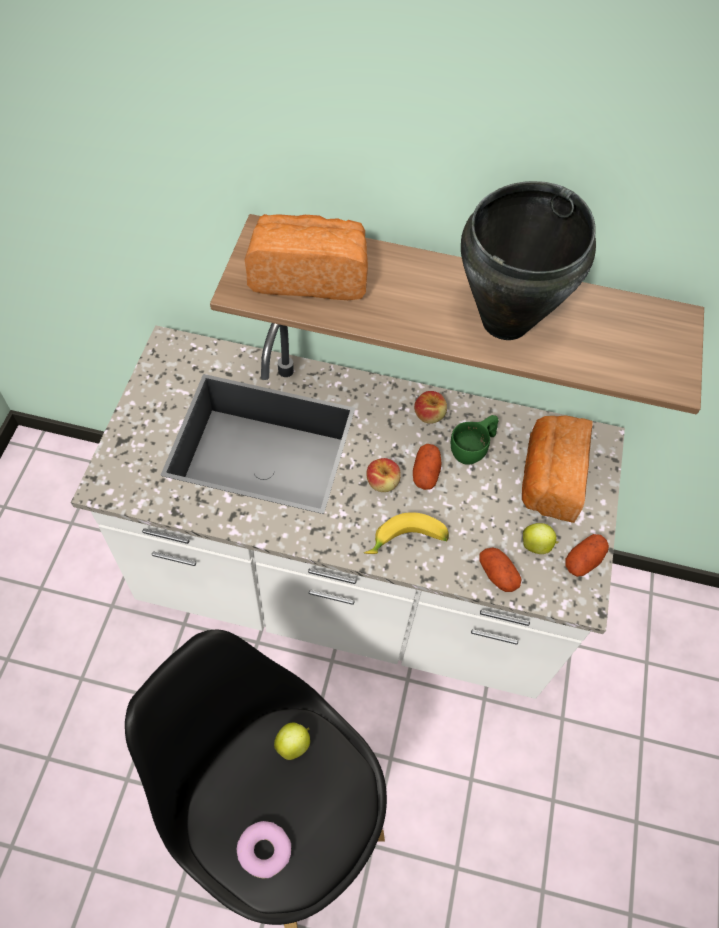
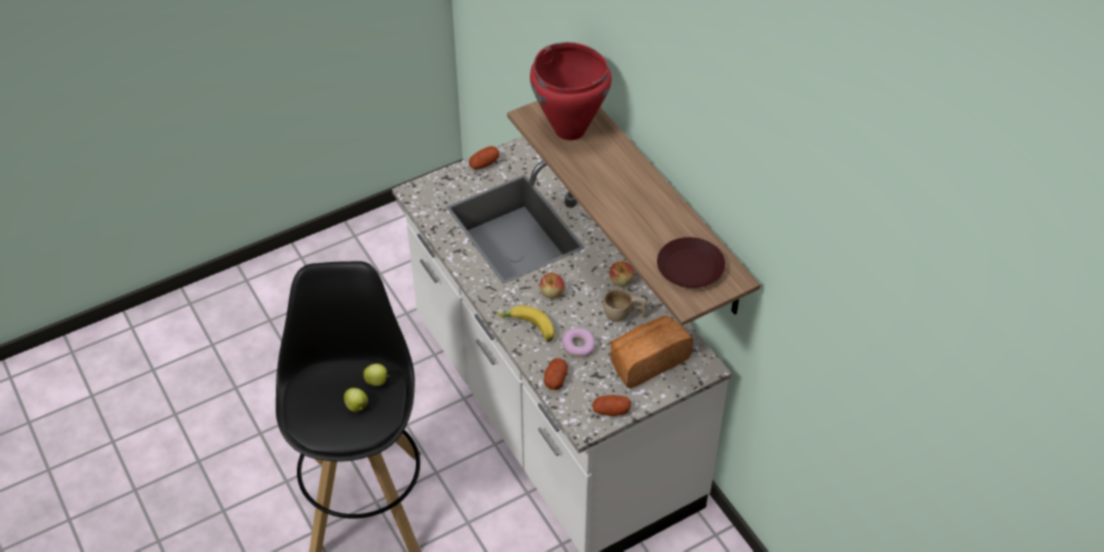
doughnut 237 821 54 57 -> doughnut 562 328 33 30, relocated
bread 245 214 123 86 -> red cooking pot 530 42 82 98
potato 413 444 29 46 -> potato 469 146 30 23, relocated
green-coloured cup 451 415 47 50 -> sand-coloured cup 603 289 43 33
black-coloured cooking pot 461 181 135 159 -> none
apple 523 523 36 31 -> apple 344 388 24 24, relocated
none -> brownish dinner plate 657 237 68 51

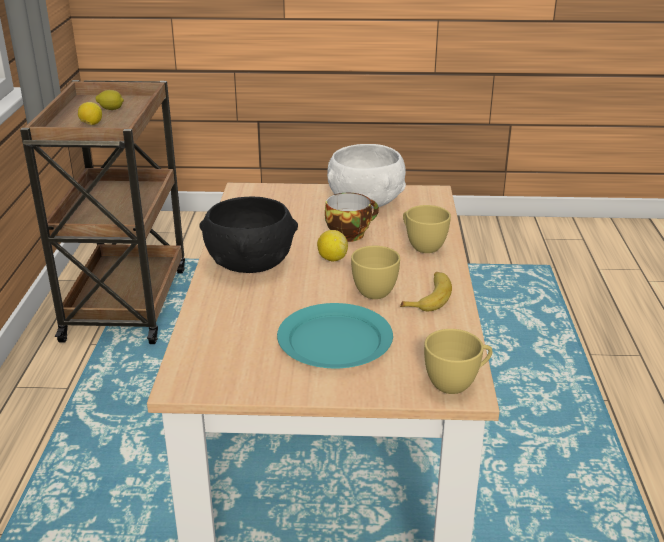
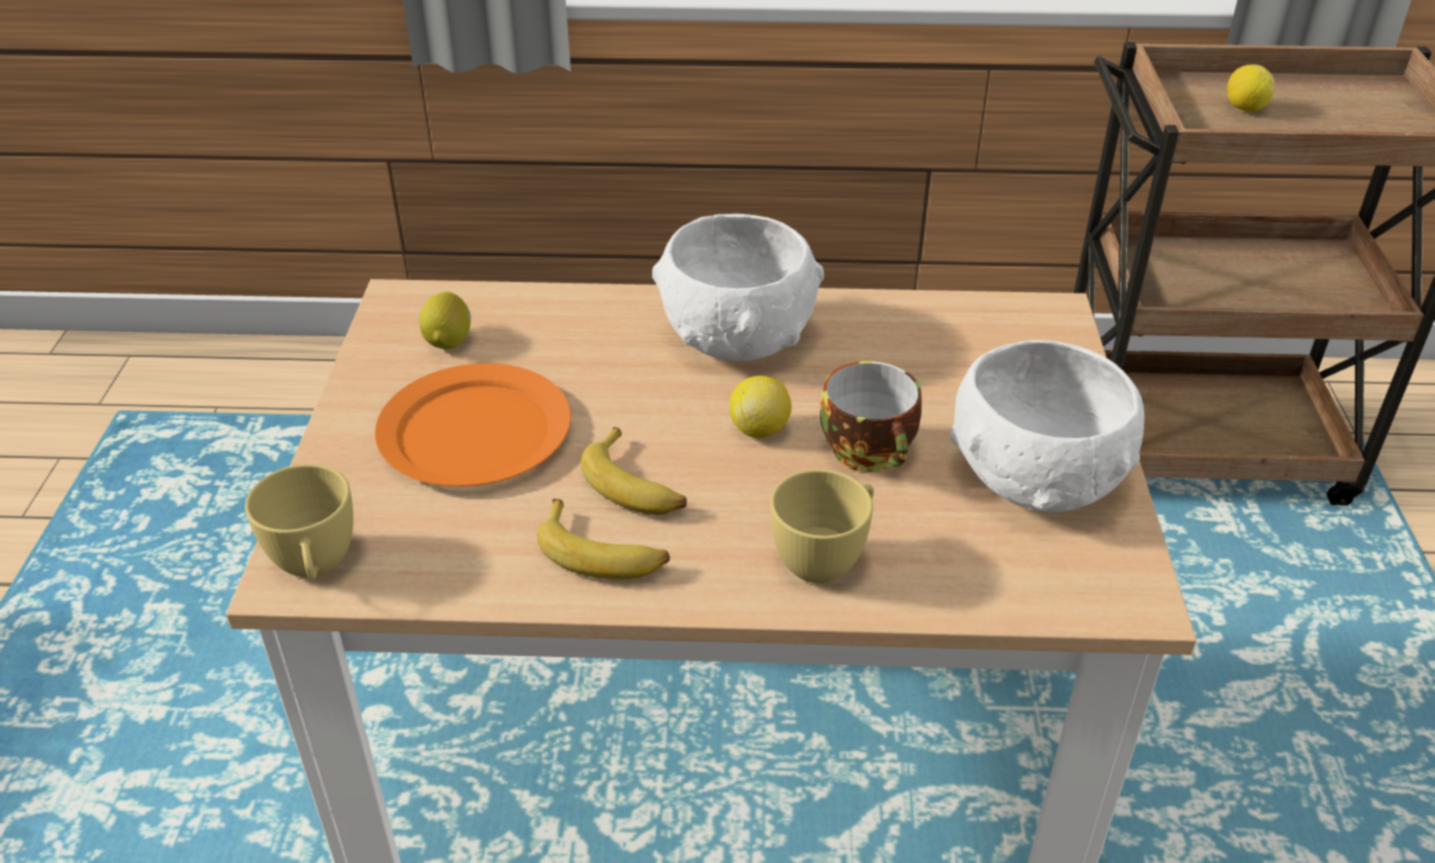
citrus fruit 96 90 28 20 -> citrus fruit 419 292 52 57, relocated
black-coloured serving bowl 200 197 98 76 -> white serving bowl 652 214 172 147
blue-green dinner plate 277 303 116 65 -> orange-coloured dinner plate 375 363 196 124
yellowish cup 351 246 49 53 -> banana fruit 581 427 106 88

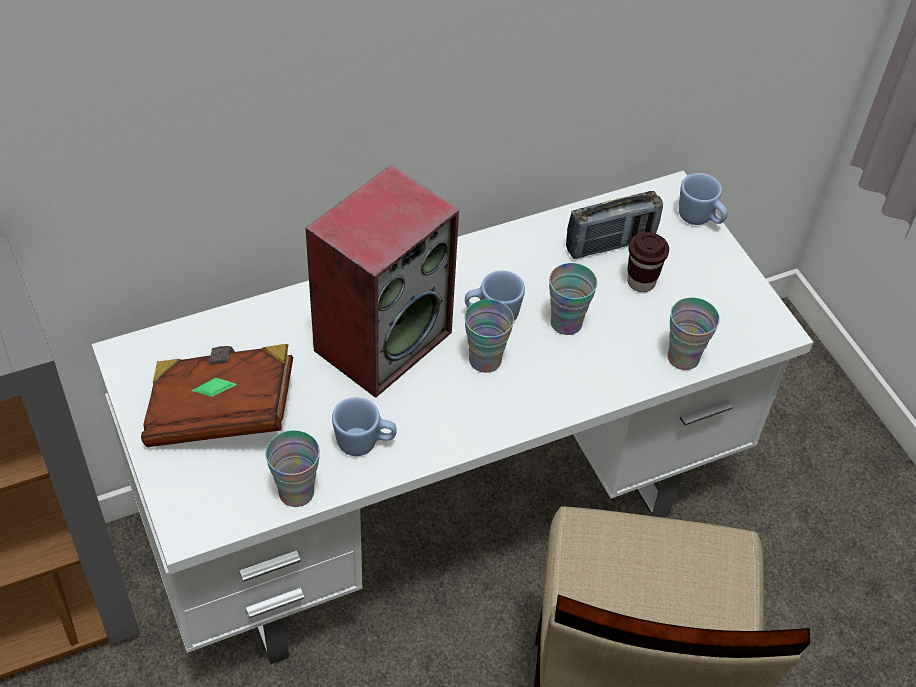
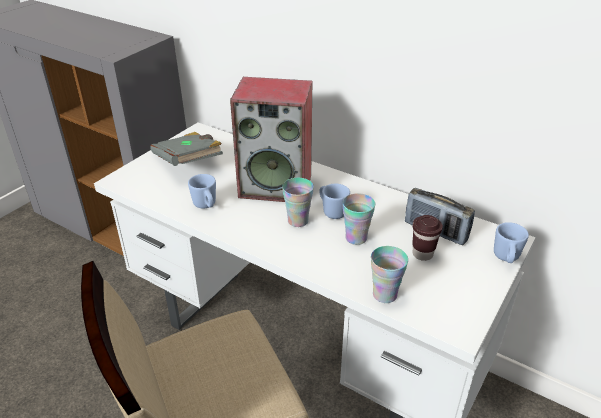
brownish bound book 141 344 152 103 -> gray bound book 150 132 73 34
cup 266 430 54 77 -> none

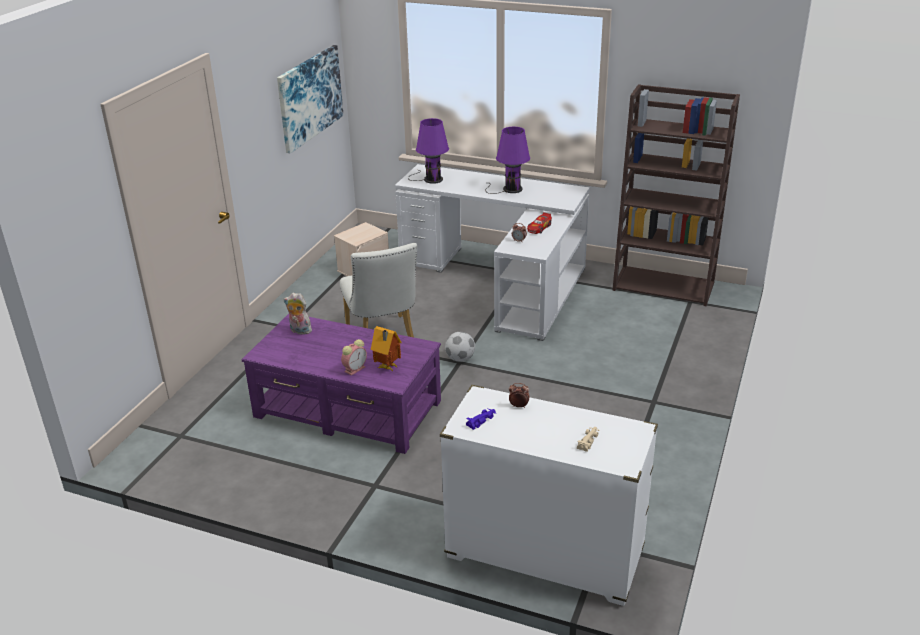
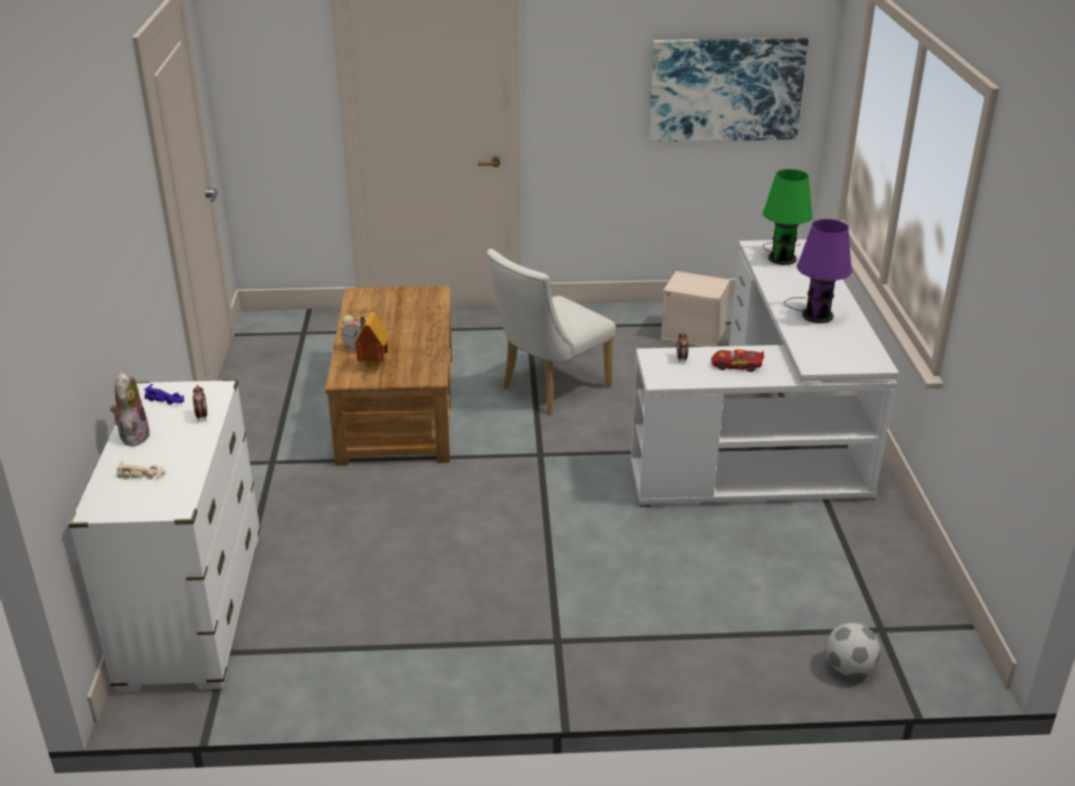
purplish lounge table 242 314 199 140 -> brownish lounge table 325 286 127 180
cuddly toy 284 293 28 42 -> cuddly toy 110 372 40 74, relocated
purplish table lamp 408 118 41 66 -> green-coloured table lamp 763 169 50 96
ball for football 445 332 30 30 -> ball for football 826 623 54 54, relocated
brownish shelving unit 612 84 128 222 -> none

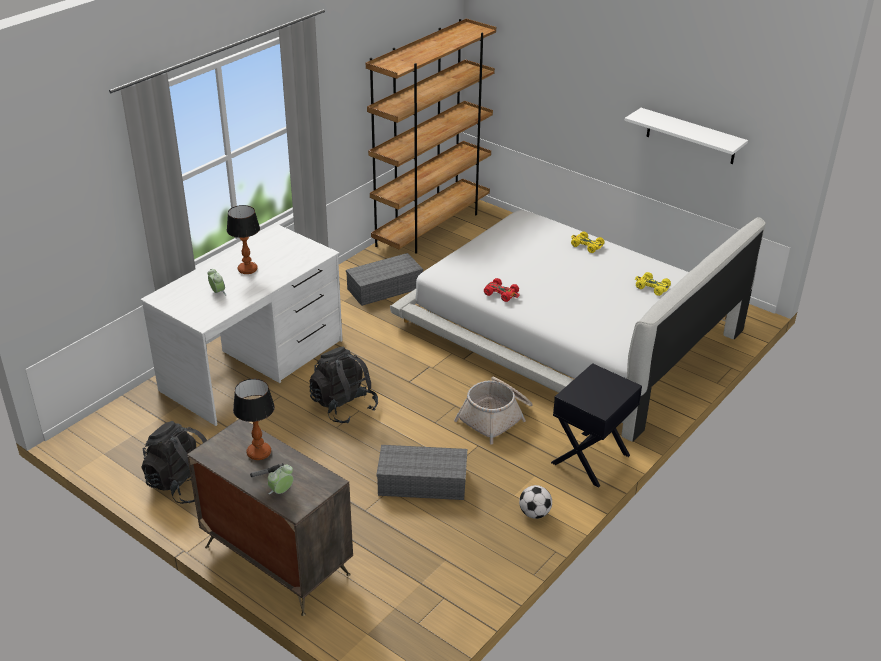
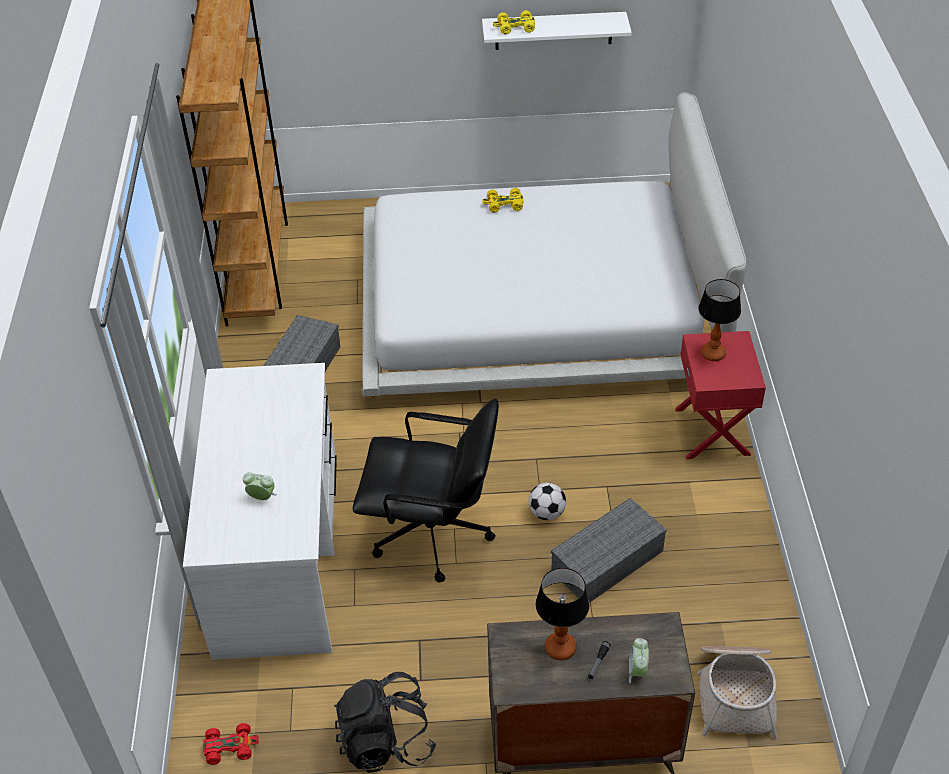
table lamp 227 205 33 69 -> table lamp 698 279 43 82, relocated
black-coloured rucksack 309 346 69 78 -> black-coloured office chair 353 399 146 183
storage basket 454 377 79 67 -> storage basket 697 646 81 93, relocated
red miniature car 484 278 36 24 -> red miniature car 203 723 56 42, relocated
ball for football 519 485 33 34 -> ball for football 529 483 37 37, relocated
black-coloured nightstand 551 363 91 125 -> red nightstand 675 331 91 128
yellowish miniature car 635 272 36 24 -> yellowish miniature car 493 10 42 25, relocated

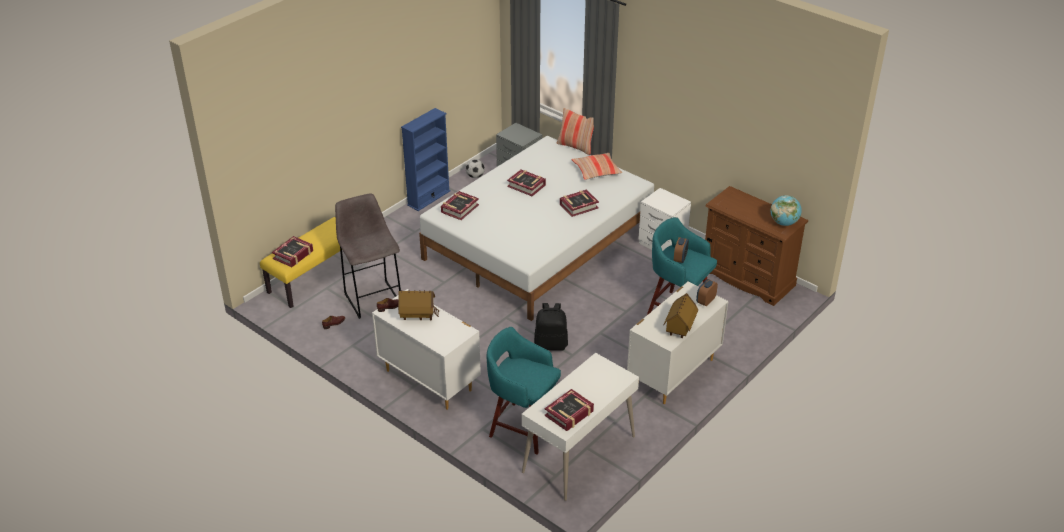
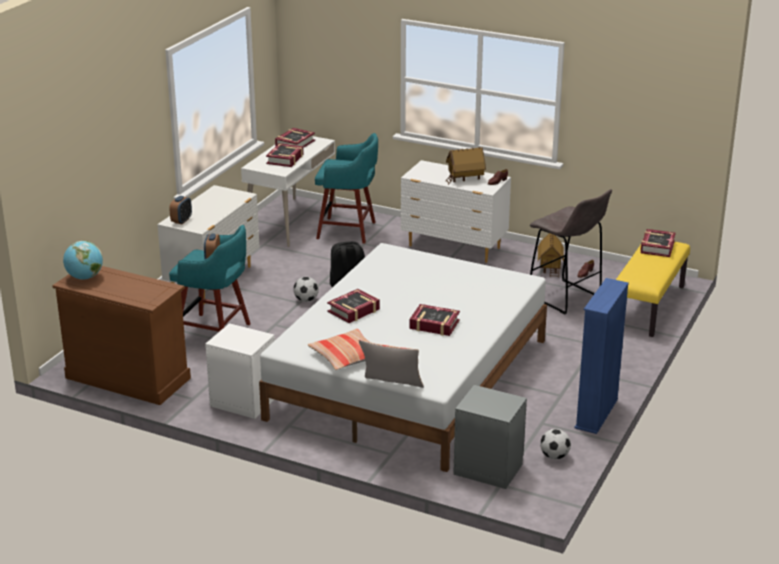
bound book 441 191 38 29 -> bound book 266 143 38 24, relocated
toy house 663 293 35 45 -> toy house 538 233 26 45, relocated
none -> ball for football 293 277 26 25

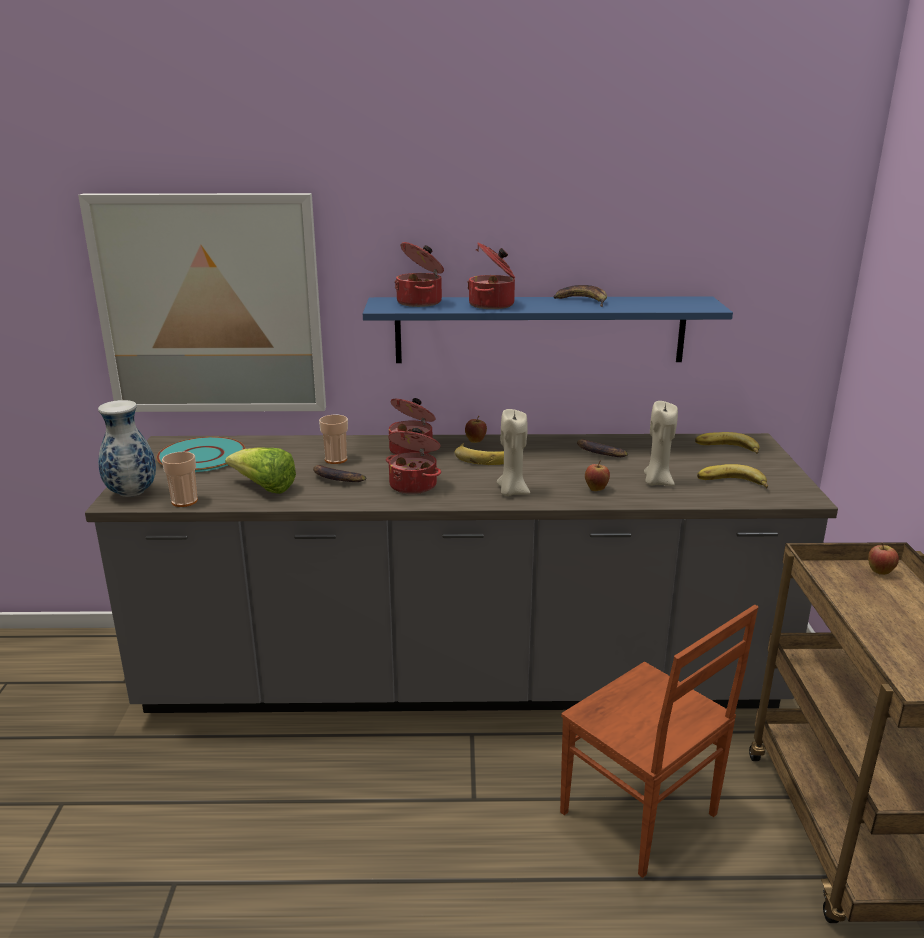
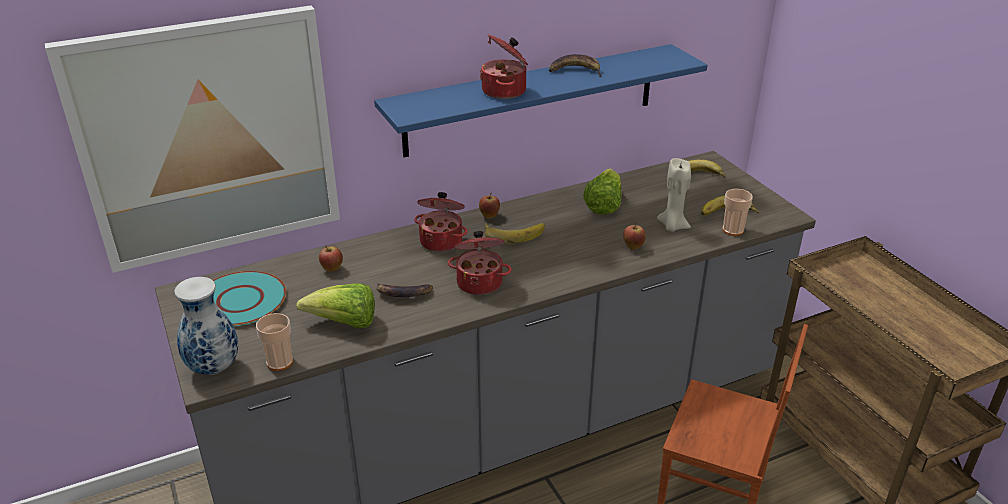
cup 319 415 29 49 -> cup 722 189 31 47, relocated
cooking pot 395 242 49 65 -> none
sand-coloured candle 497 409 33 87 -> none
banana fruit 577 439 51 18 -> lettuce 583 168 39 47
apple 868 542 31 33 -> apple 319 246 24 26, relocated

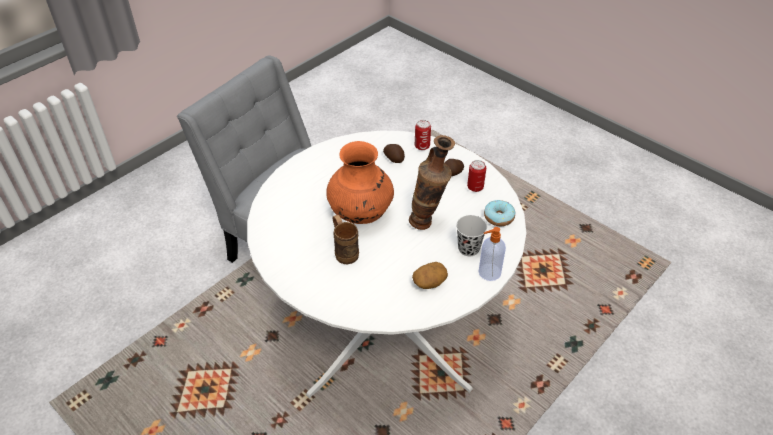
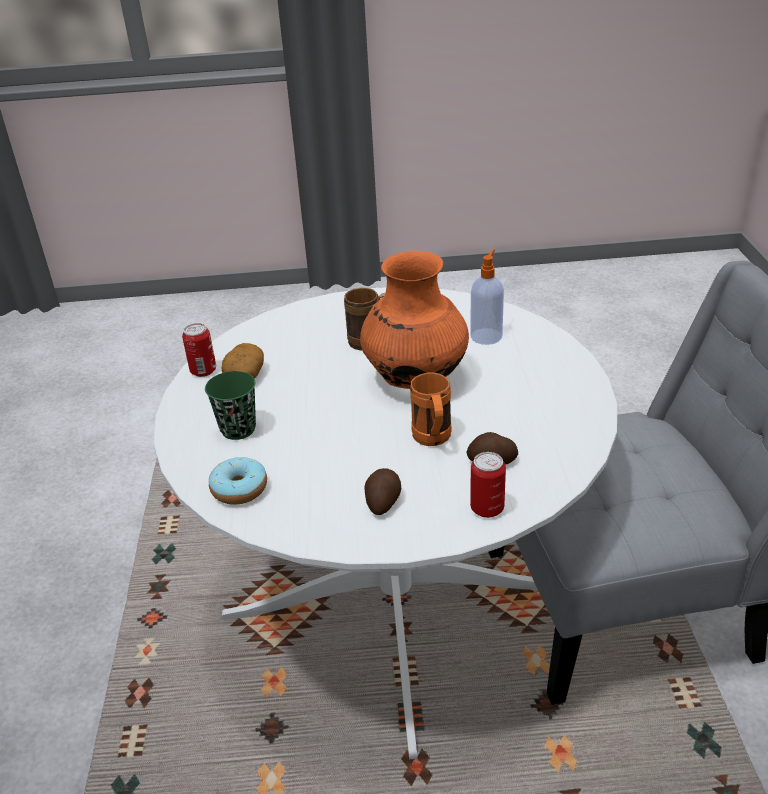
flower vase 409 135 46 95 -> none
black-coloured cup 456 215 31 41 -> green-coloured cup 205 371 51 69
sealed can 467 160 19 32 -> sealed can 182 323 34 54, relocated
soap dispenser 478 227 28 54 -> soap dispenser 470 249 34 96, relocated
none -> orange-coloured mug 410 373 41 73

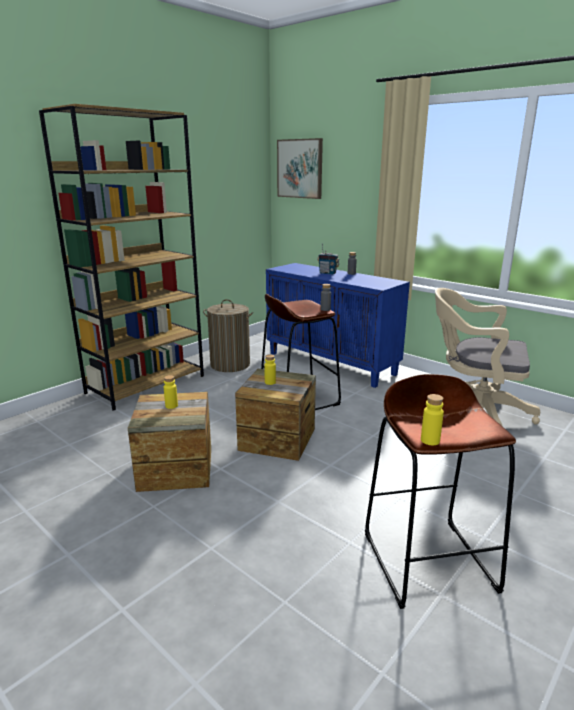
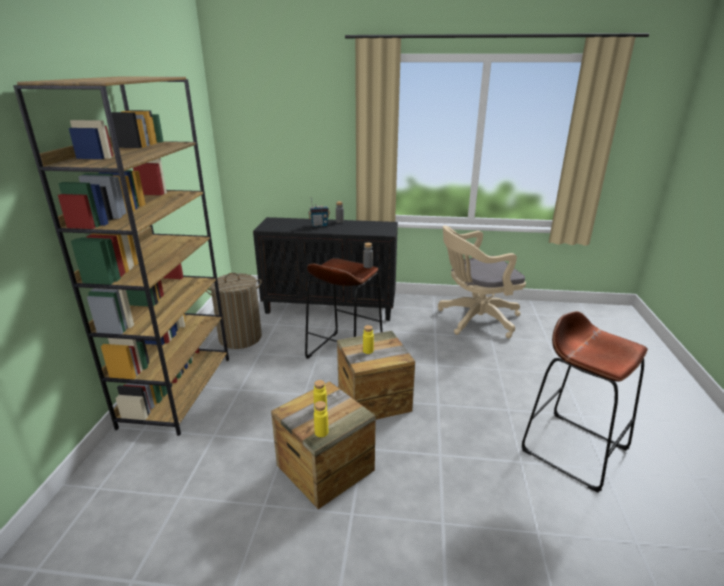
bluish storage cabinet 266 263 144 125 -> black-coloured storage cabinet 253 217 145 104
wall art 277 138 46 61 -> none
yellowish drink bottle 421 394 23 51 -> yellowish drink bottle 314 401 14 36, relocated

